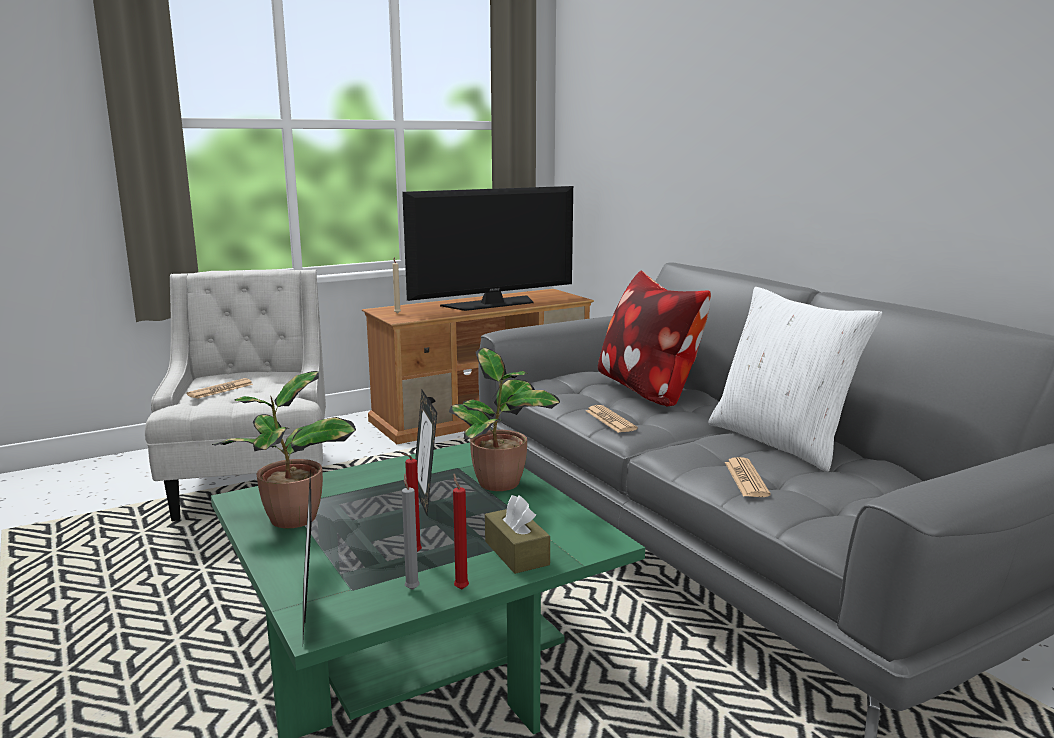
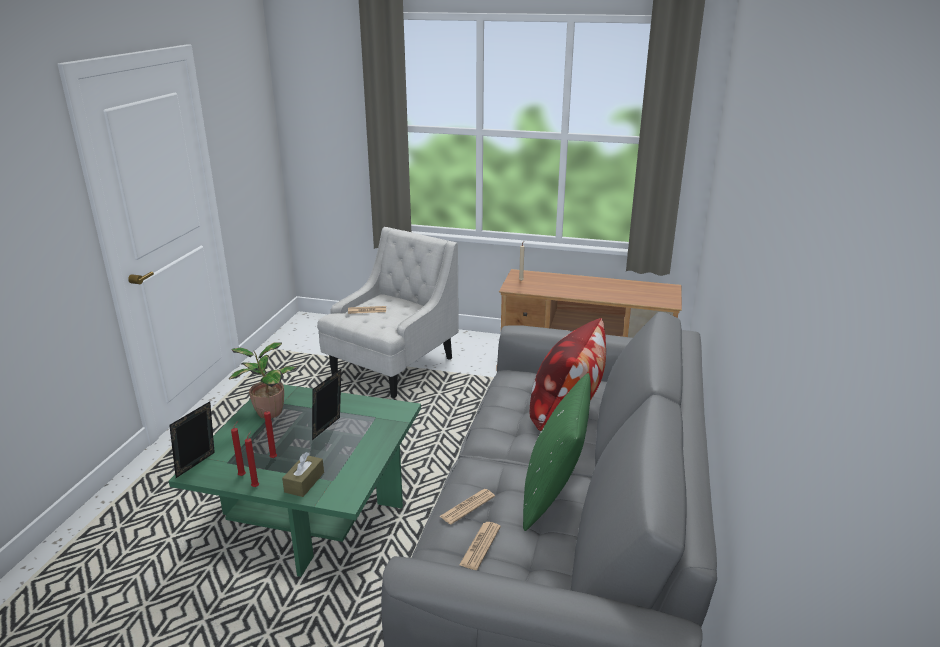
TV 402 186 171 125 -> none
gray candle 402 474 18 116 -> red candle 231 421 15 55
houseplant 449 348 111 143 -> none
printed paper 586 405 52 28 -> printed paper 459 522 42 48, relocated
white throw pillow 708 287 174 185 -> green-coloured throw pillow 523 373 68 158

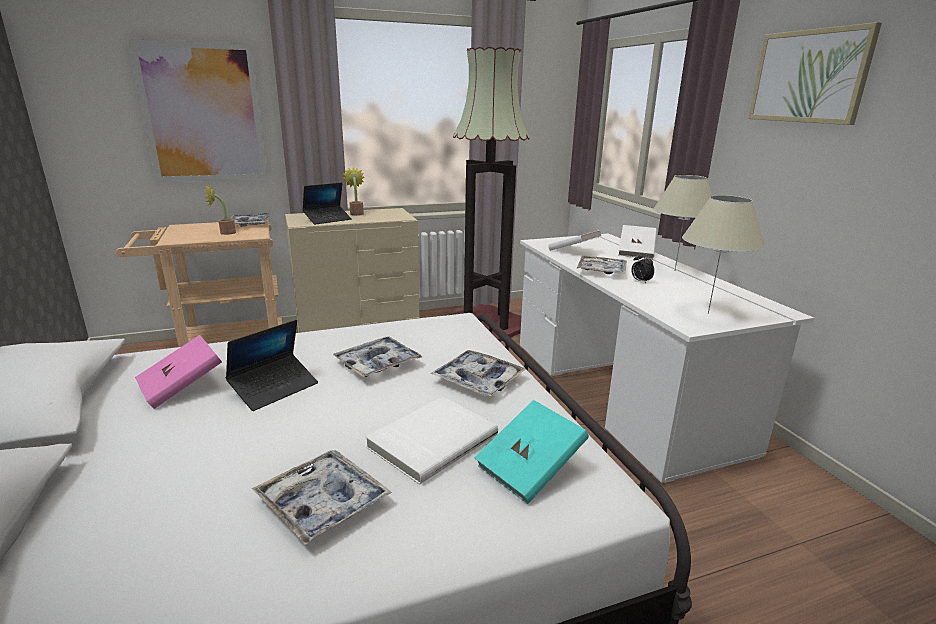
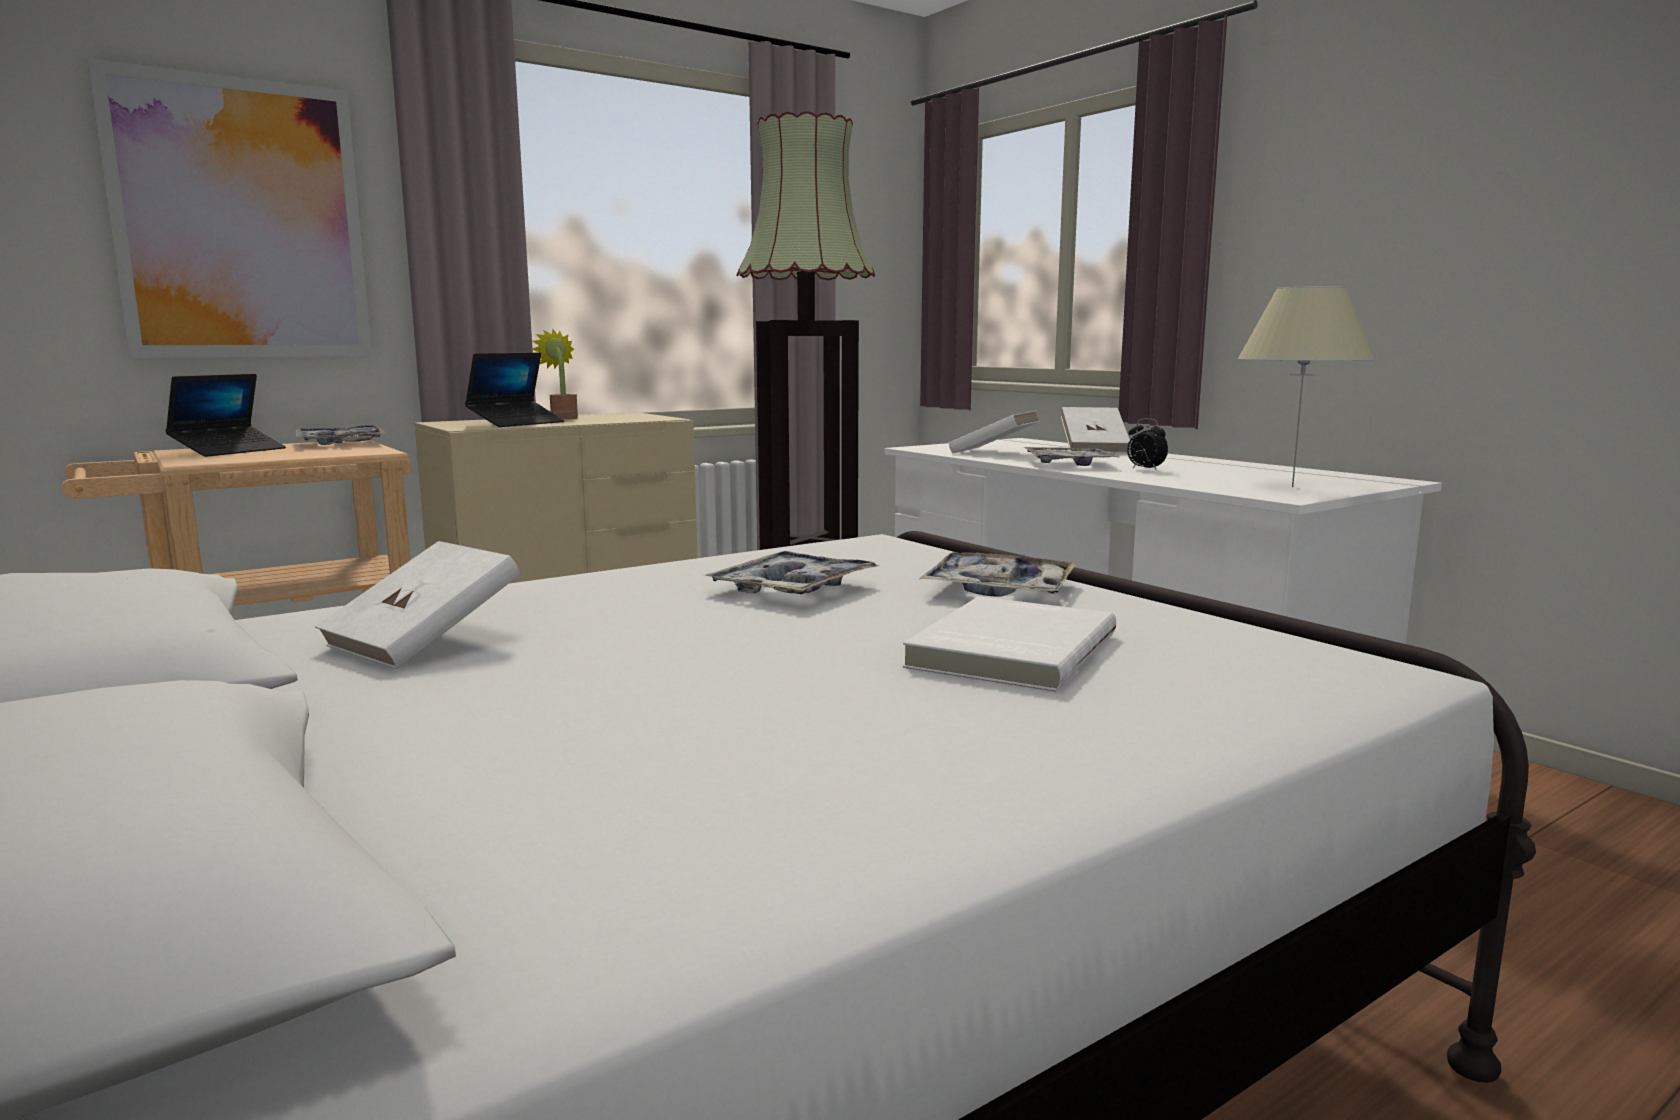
pinkish bound book 135 335 87 74 -> white bound book 315 541 204 128
houseplant 205 185 31 50 -> none
notebook computer 226 320 92 91 -> notebook computer 165 374 121 83, relocated
tray 252 450 140 95 -> none
blue-green bound book 474 400 115 104 -> none
sand-coloured table lamp 653 175 59 95 -> none
wall art 748 22 134 103 -> none

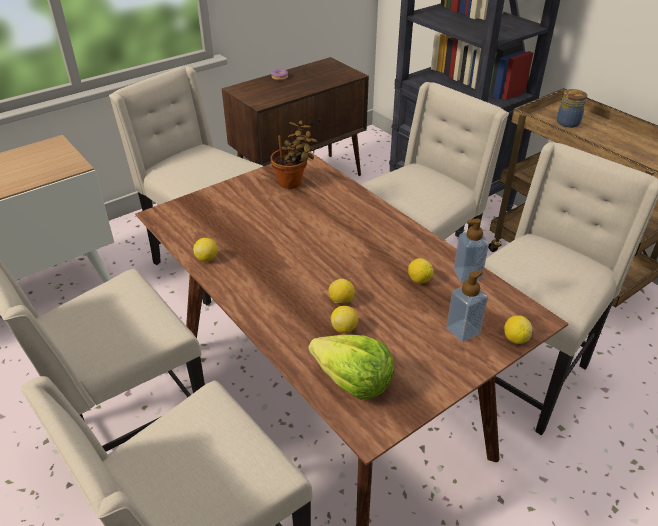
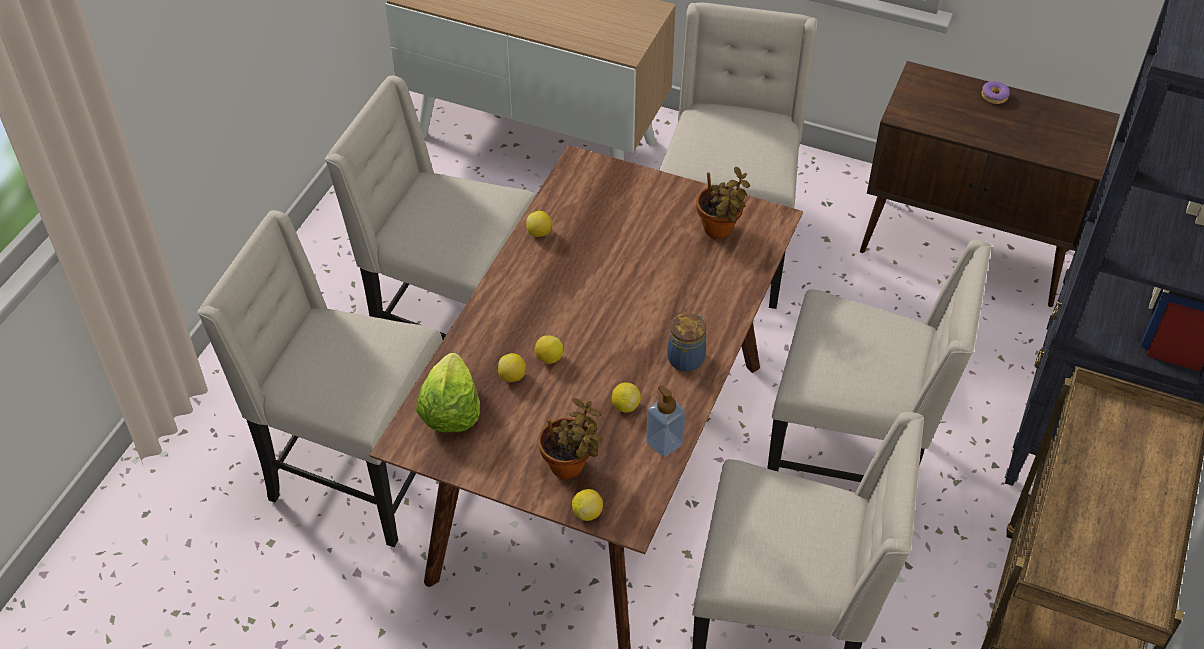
soap dispenser 446 270 42 72 -> houseplant 539 398 64 81
storage jar 557 89 30 39 -> storage jar 667 313 39 59, relocated

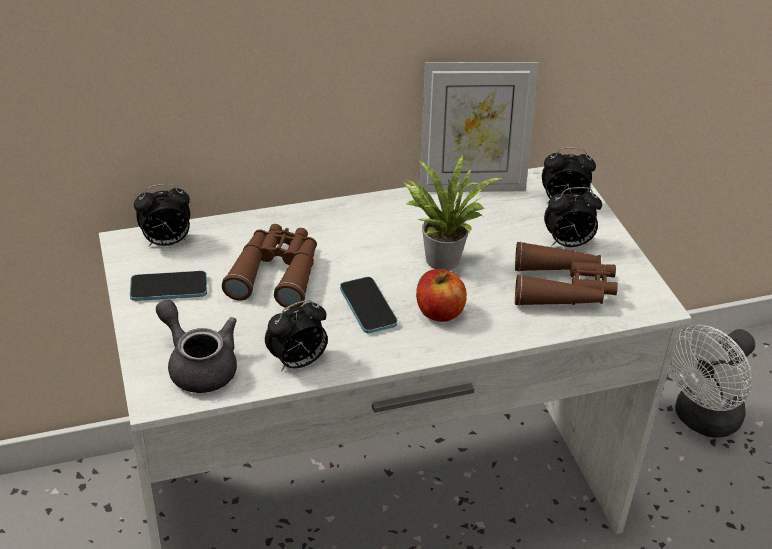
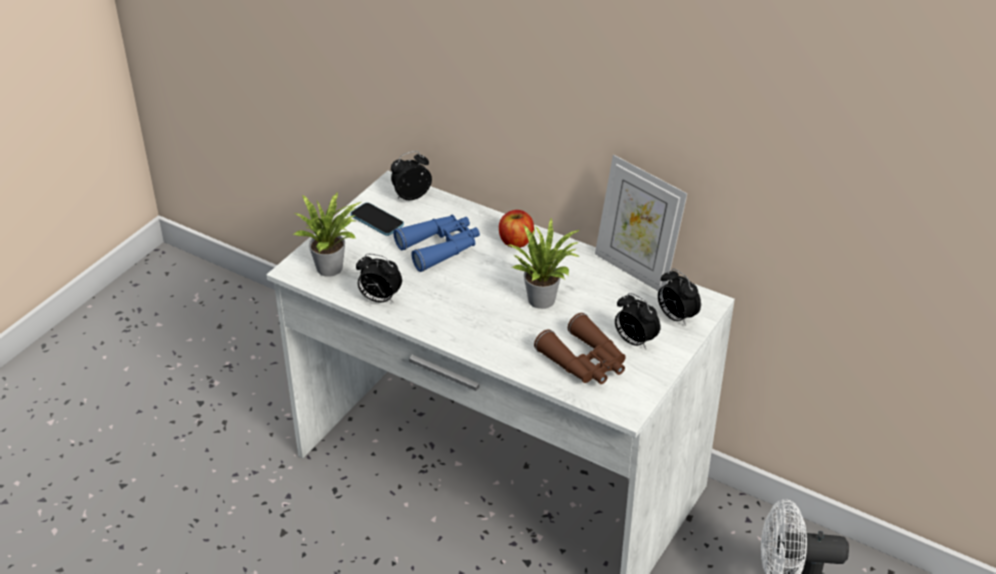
alarm clock 134 184 56 62 -> alarm clock 391 151 41 49, 120 degrees clockwise
gray tea pot 156 300 81 93 -> houseplant 293 192 68 85
brownish pair of binoculars 222 224 95 85 -> bluish pair of binoculars 393 215 87 57
telephone 340 277 58 56 -> none
apple 416 269 51 53 -> apple 499 210 35 38, relocated

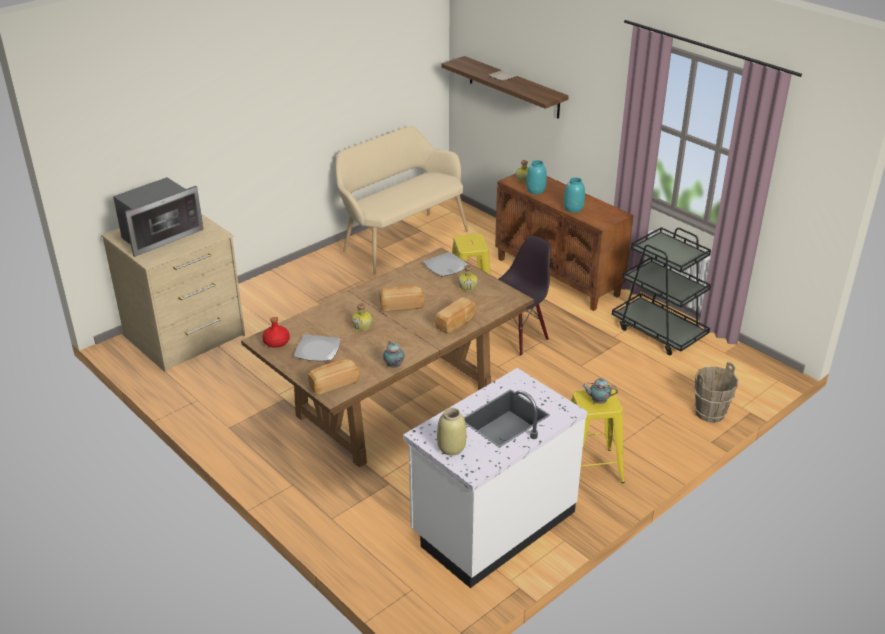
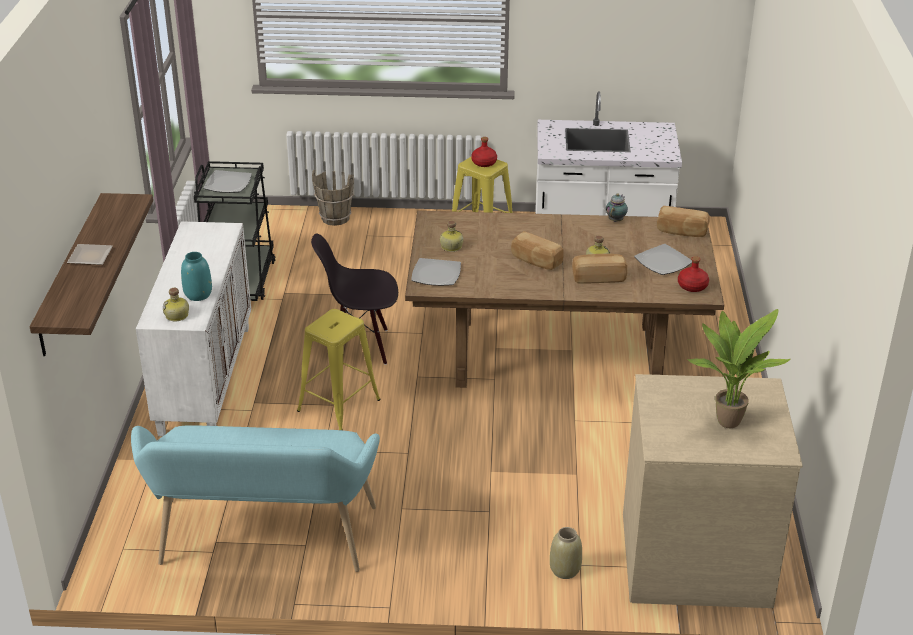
microwave oven 113 177 91 80 -> houseplant 687 309 104 119
sand-coloured indoor bench 336 126 132 149 -> blue-green indoor bench 131 425 249 147
bread 435 297 41 36 -> bread 572 254 55 30, relocated
sand-coloured flower vase 437 408 29 48 -> sand-coloured flower vase 550 527 32 52, relocated
brownish storage cabinet 495 173 139 138 -> white storage cabinet 136 221 115 215
blue-green flower vase 564 177 21 36 -> none
tea pot 582 378 36 26 -> red drink bottle 471 137 26 30
none -> dinner plate 203 170 49 23

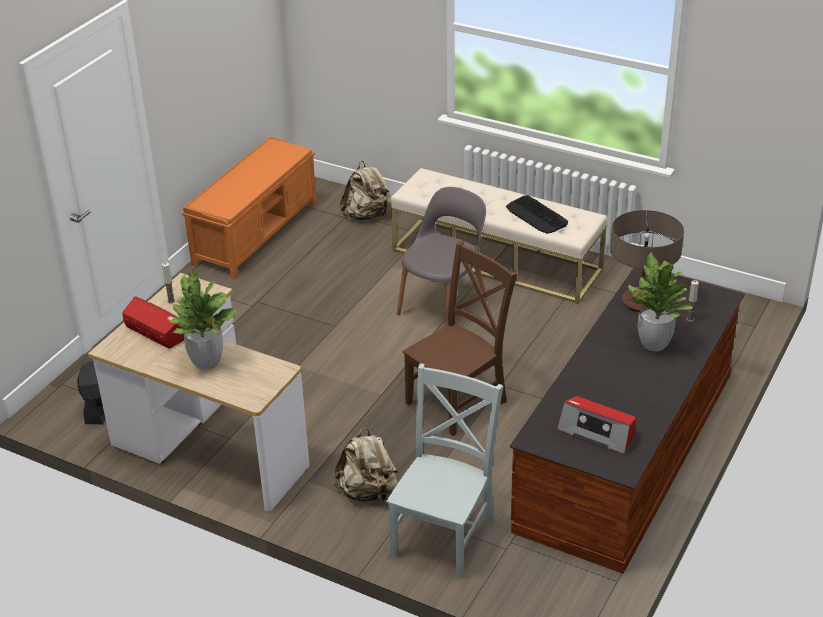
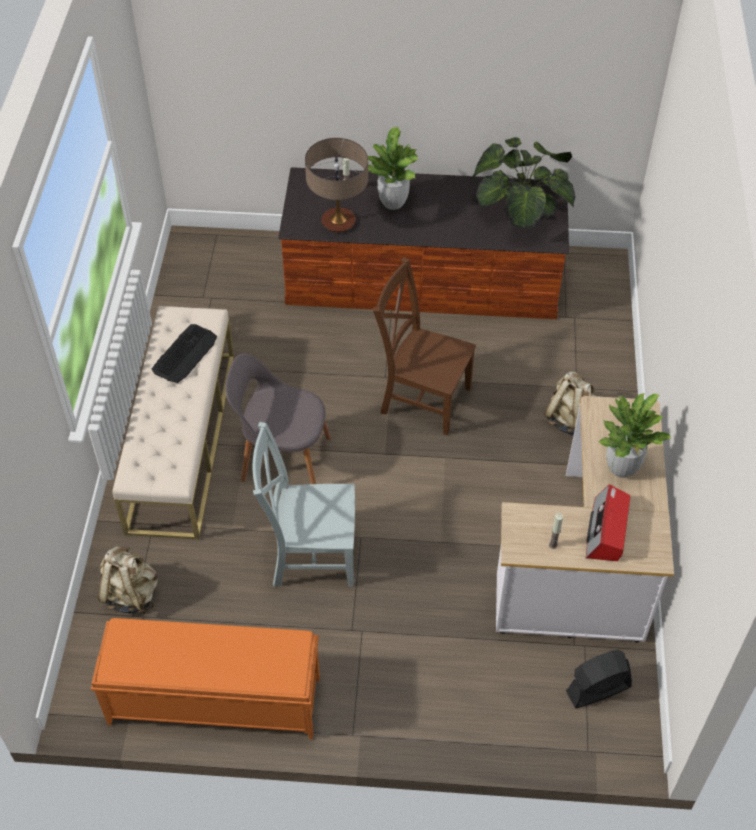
gray chair 386 363 117 216 -> gray chair 252 422 103 165, relocated
radio set 557 396 79 58 -> houseplant 470 137 105 92

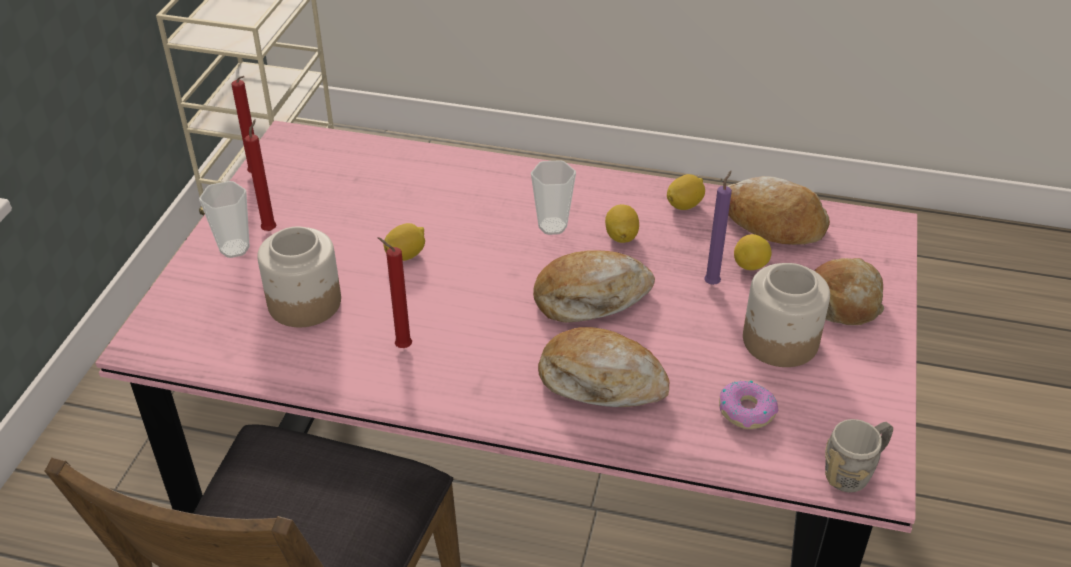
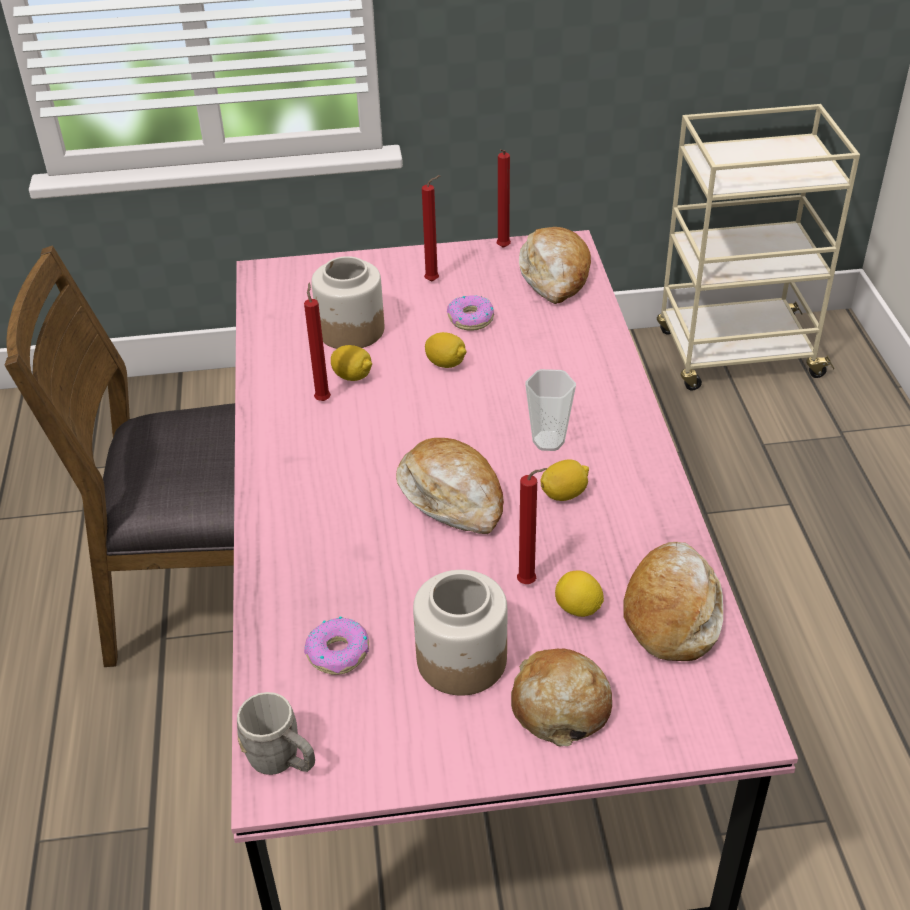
cup 199 181 51 77 -> none
bread 538 327 131 80 -> bread 519 227 72 77, relocated
citrus fruit 667 174 38 36 -> citrus fruit 331 345 41 36, relocated
purplish candle 704 171 28 114 -> red candle 517 468 30 116
none -> doughnut 447 295 47 36

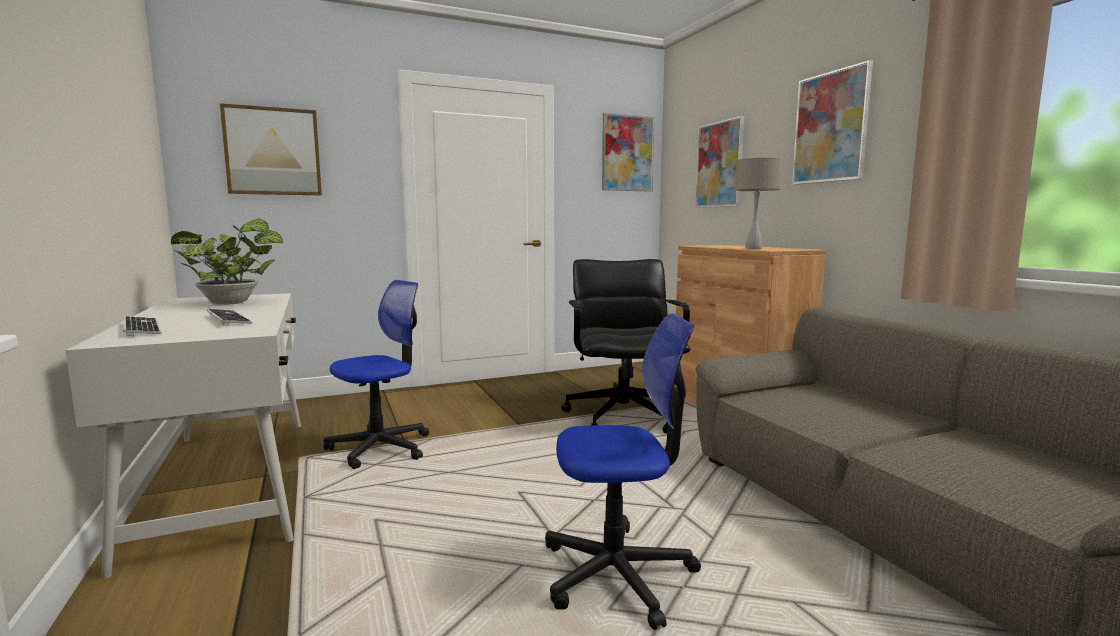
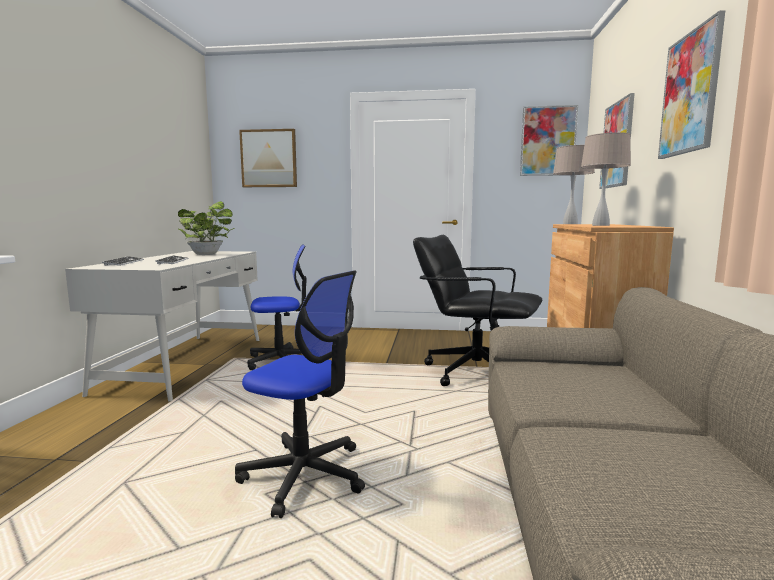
black-coloured office chair 561 259 129 174 -> black-coloured office chair 413 235 129 151, 90 degrees counterclockwise
none -> sand-coloured table lamp 553 145 42 79

